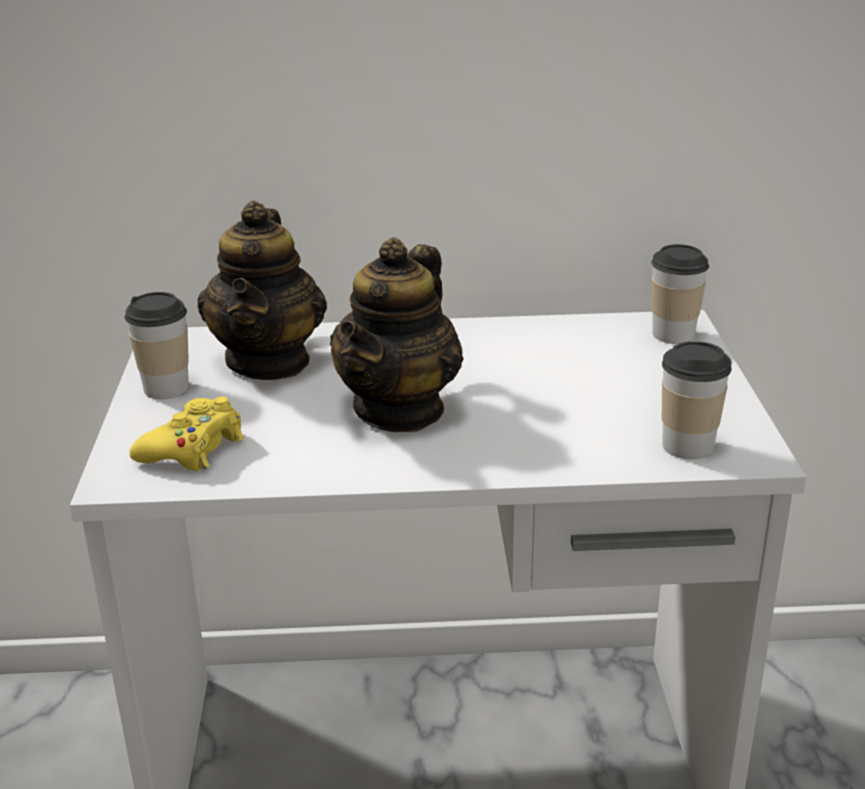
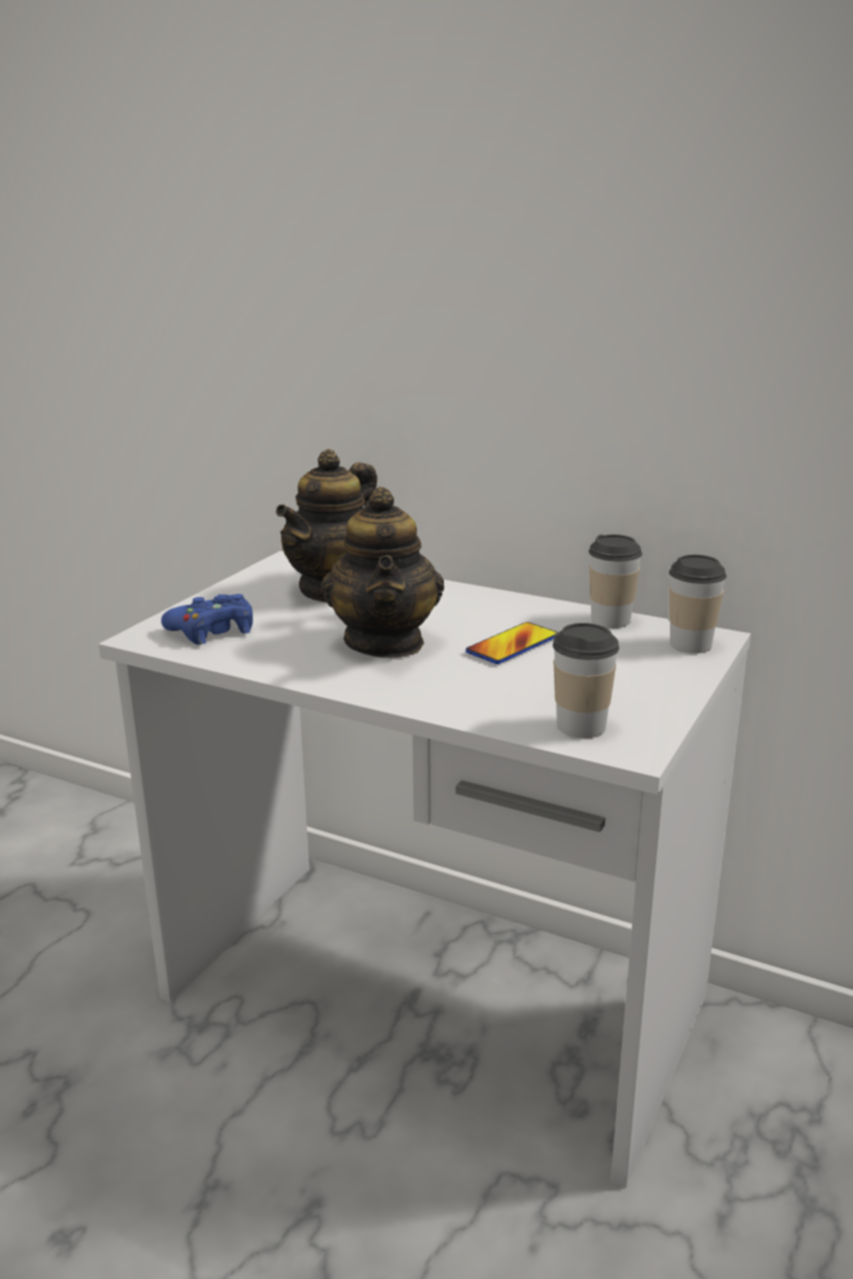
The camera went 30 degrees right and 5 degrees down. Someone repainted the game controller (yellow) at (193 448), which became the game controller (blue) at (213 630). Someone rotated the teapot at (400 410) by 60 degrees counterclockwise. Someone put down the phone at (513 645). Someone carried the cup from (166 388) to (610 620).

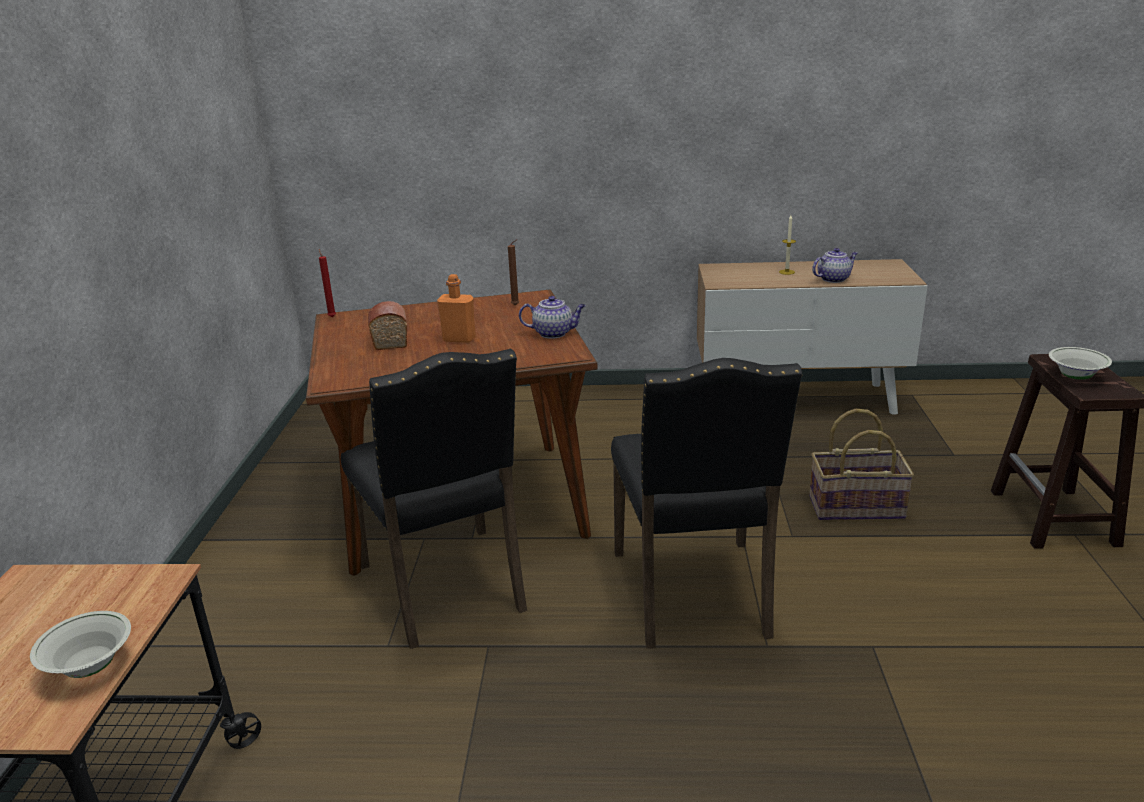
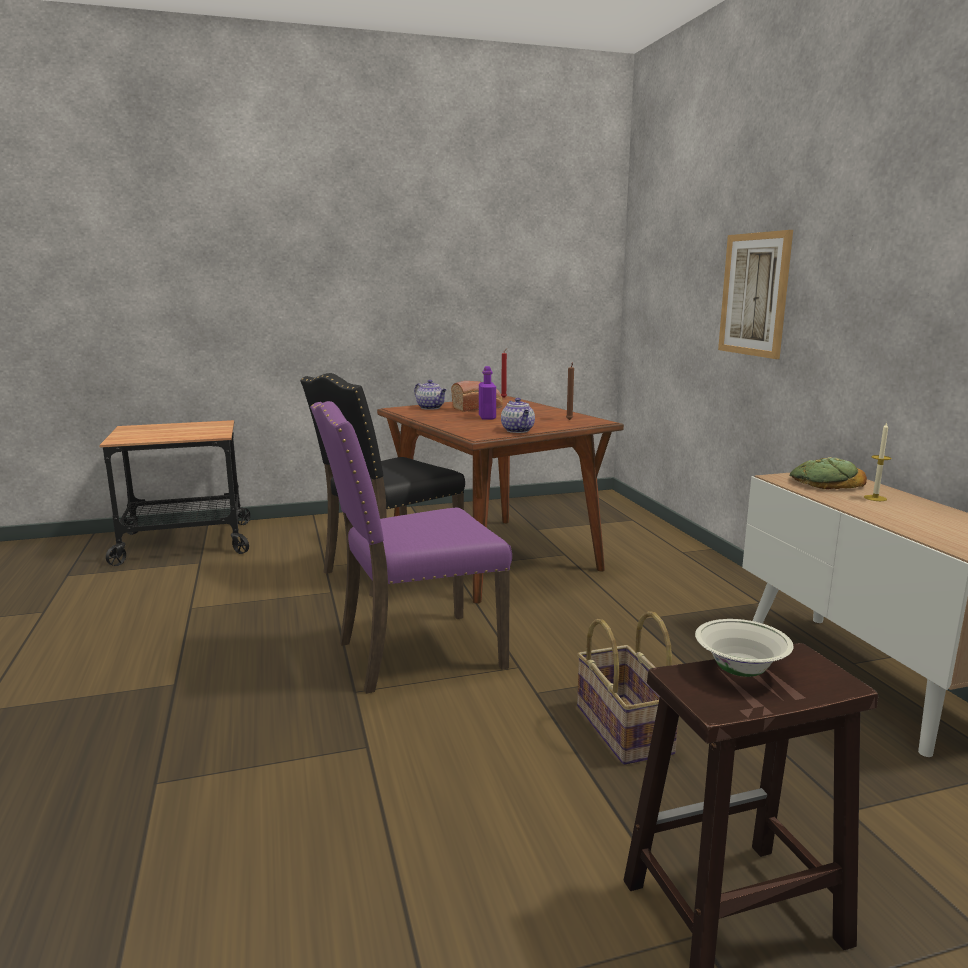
The camera went 70 degrees right and 10 degrees down. Someone repainted the chair (black) at (694 594), which became the chair (purple) at (415 653). Someone carried the teapot from (833 279) to (431 408). Someone repainted the bottle (orange) at (459 339), which became the bottle (purple) at (487 417). Someone put up the picture at (754 294). Someone put down the bread at (825 482). Someone took away the bowl (white) at (90 667).

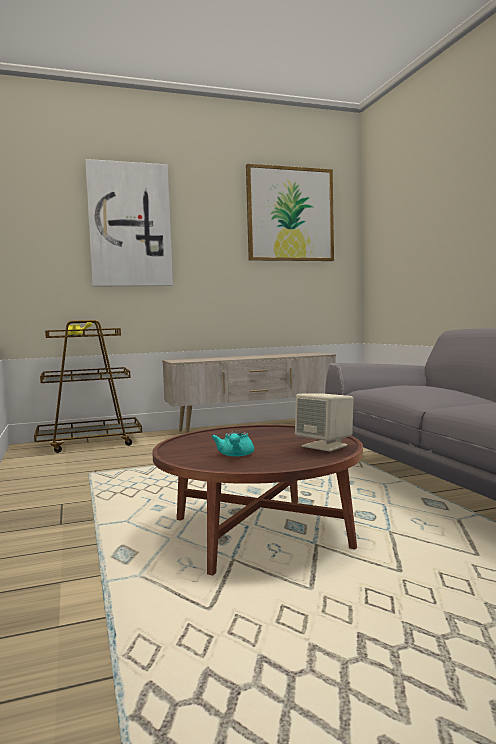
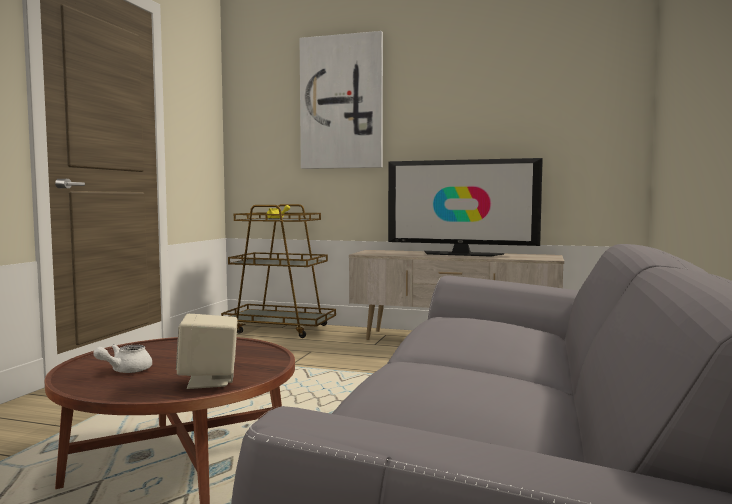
The camera went 35 degrees right and 0 degrees up. Someone repainted the teapot (turquoise) at (235 455), which became the teapot (white) at (125 371). Someone put down the television at (461 254). Someone took away the picture at (290 214).

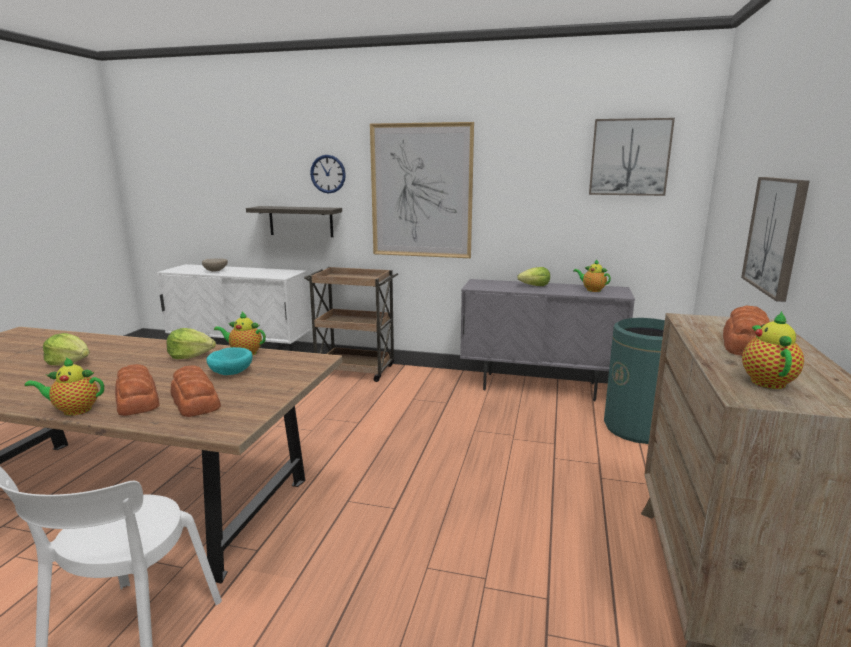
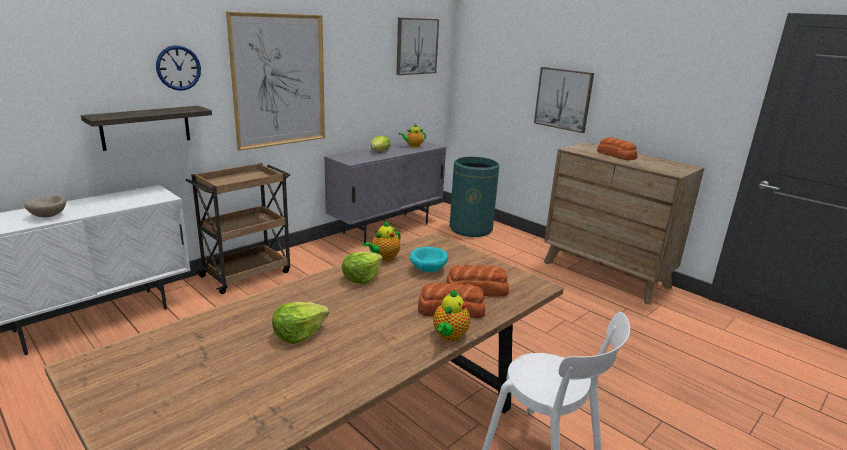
The camera went 60 degrees left and 5 degrees up. Someone took away the teapot at (766 381).

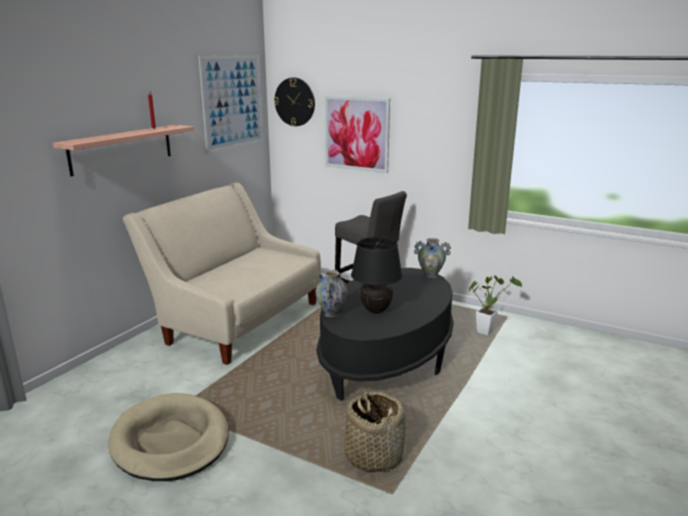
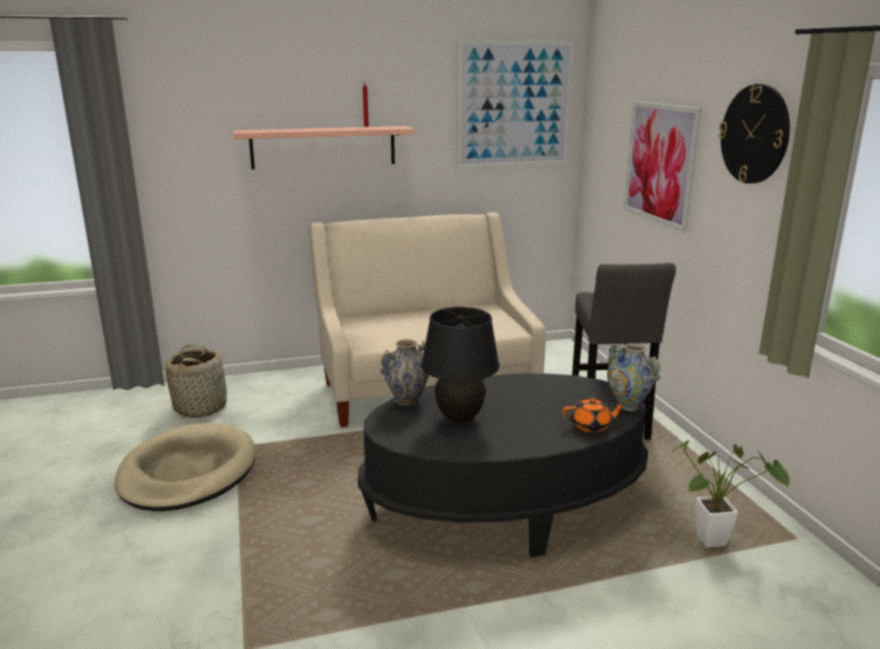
The camera went 45 degrees right and 0 degrees up. Someone carried the basket from (373 456) to (201 407). Someone put down the teapot (orange) at (591 426). Someone carried the wall clock from (295 102) to (755 134).

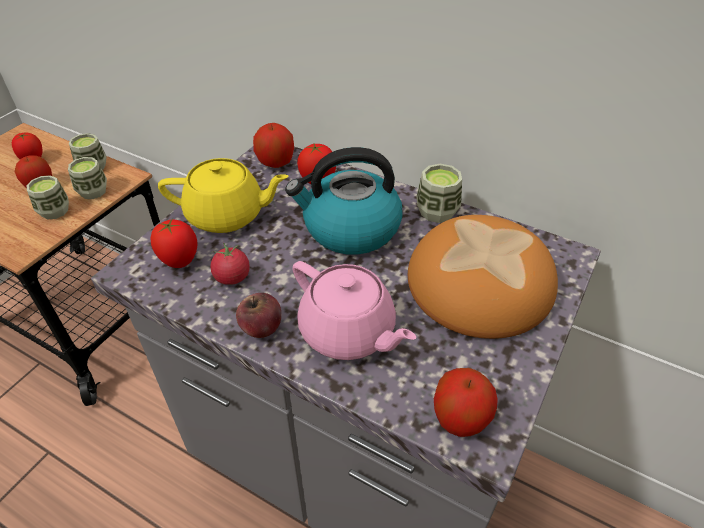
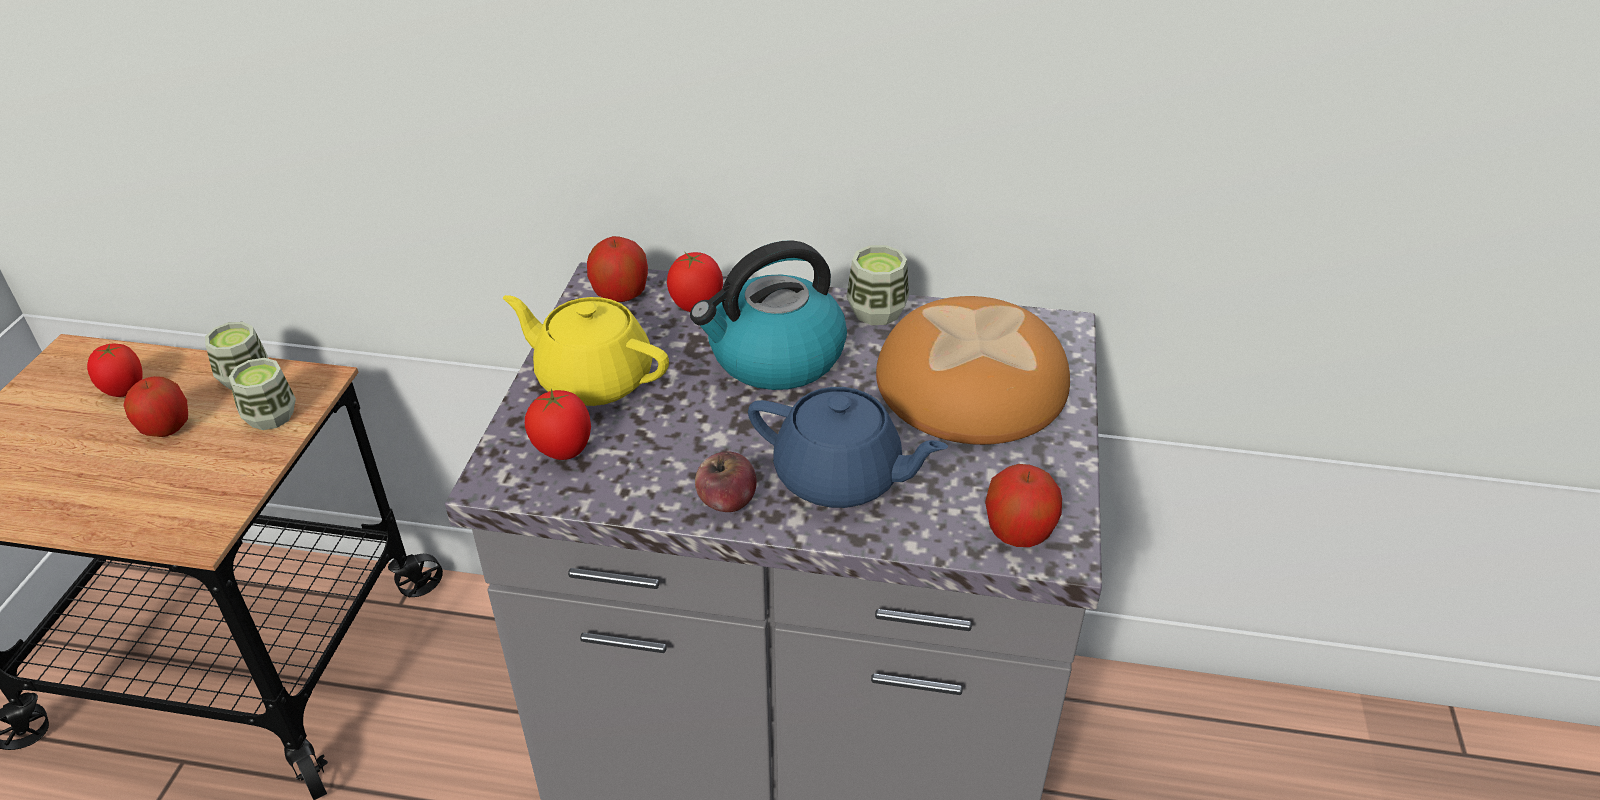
The camera went 20 degrees left and 5 degrees down. Someone rotated the teapot (yellow) at (227 215) by 135 degrees counterclockwise. Someone repainted the teapot (pink) at (348 332), which became the teapot (blue) at (840 478). Someone took away the cup at (54 211). Someone took away the tomato at (232 277).

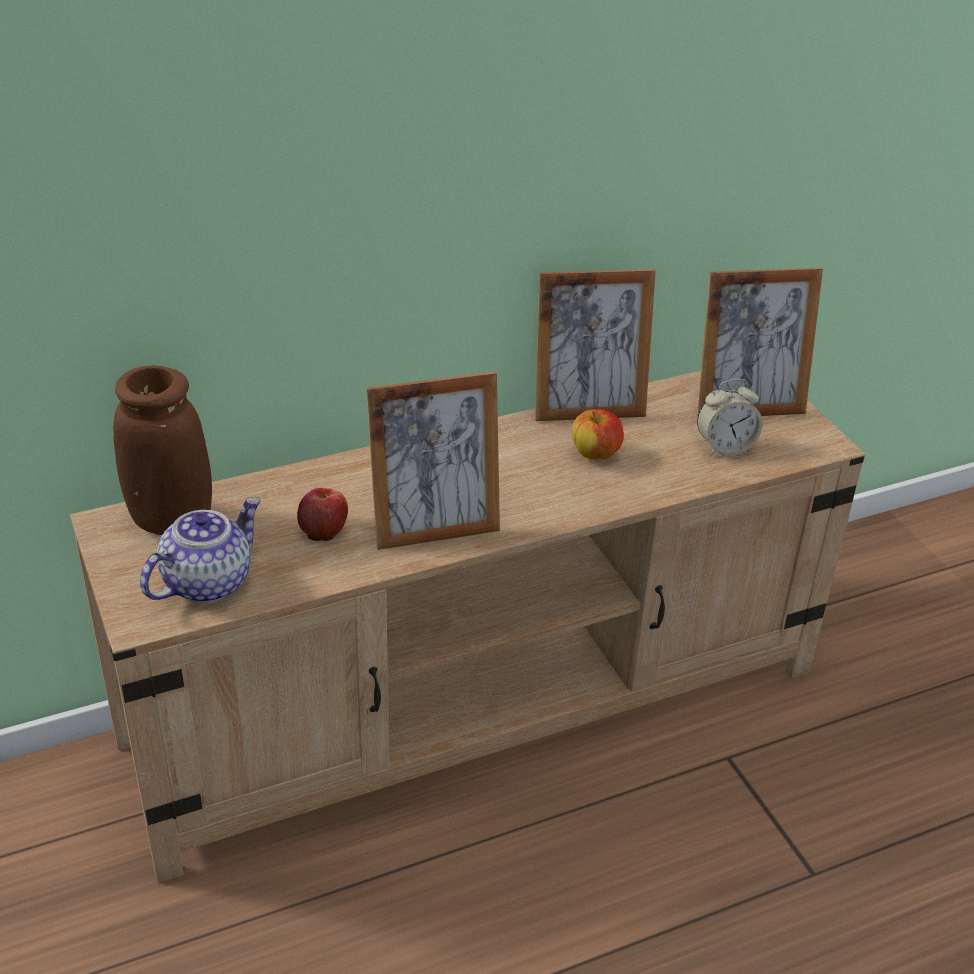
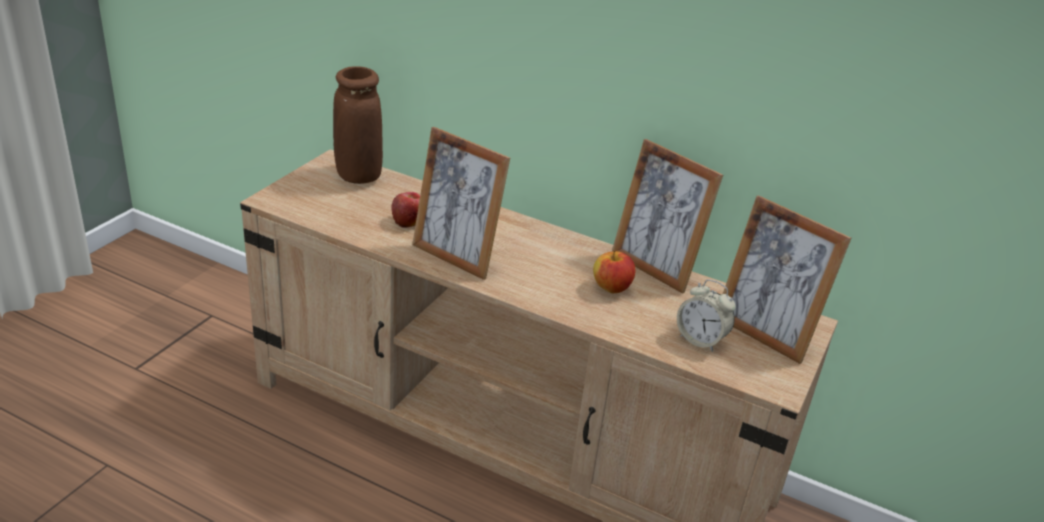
The camera went 50 degrees right and 5 degrees down. Someone took away the teapot at (207 581).

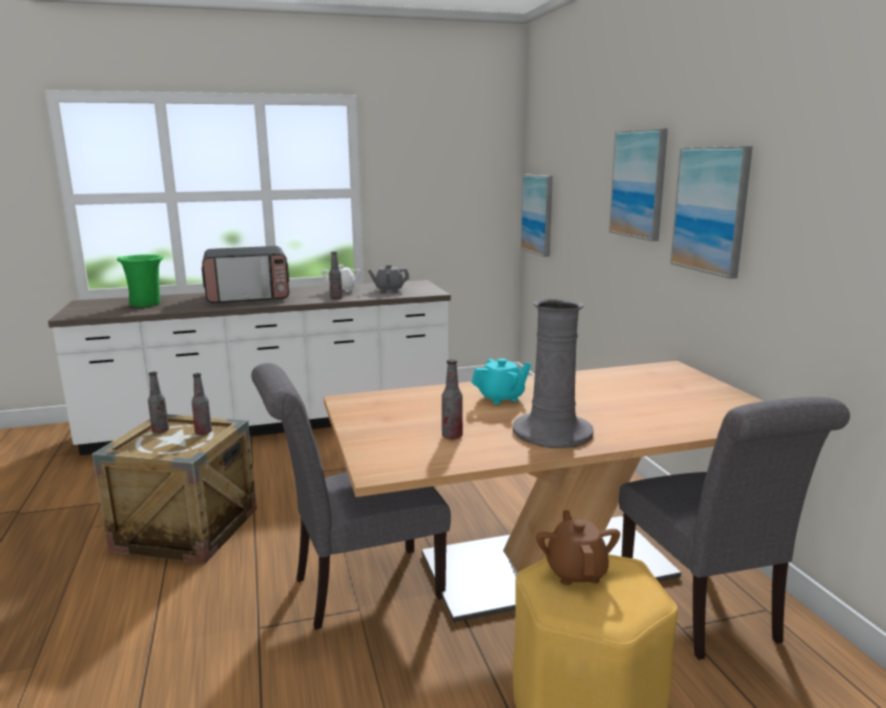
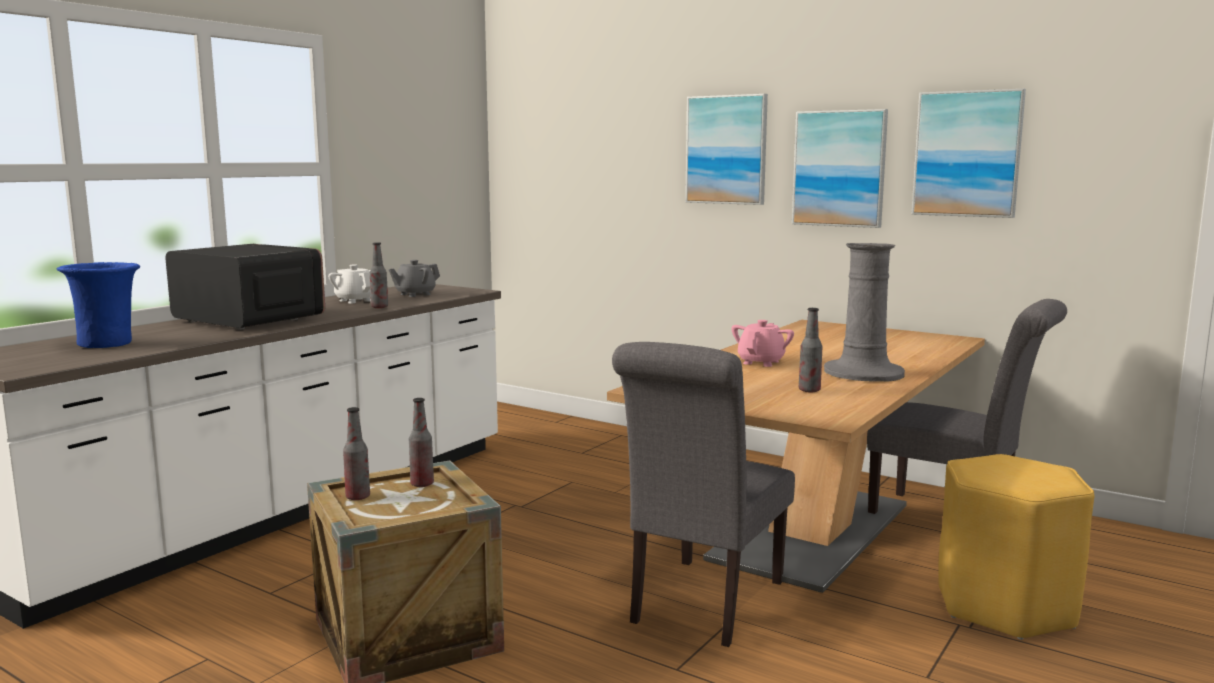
The camera went 40 degrees left and 5 degrees down. Someone repainted the vase (green) at (147 304), which became the vase (blue) at (107 343). Someone rotated the microwave at (249 297) by 90 degrees counterclockwise. Someone repainted the teapot (turquoise) at (501 398), which became the teapot (pink) at (761 362). Someone carried the picture from (538 214) to (967 154). Someone took away the teapot (brown) at (576 572).

